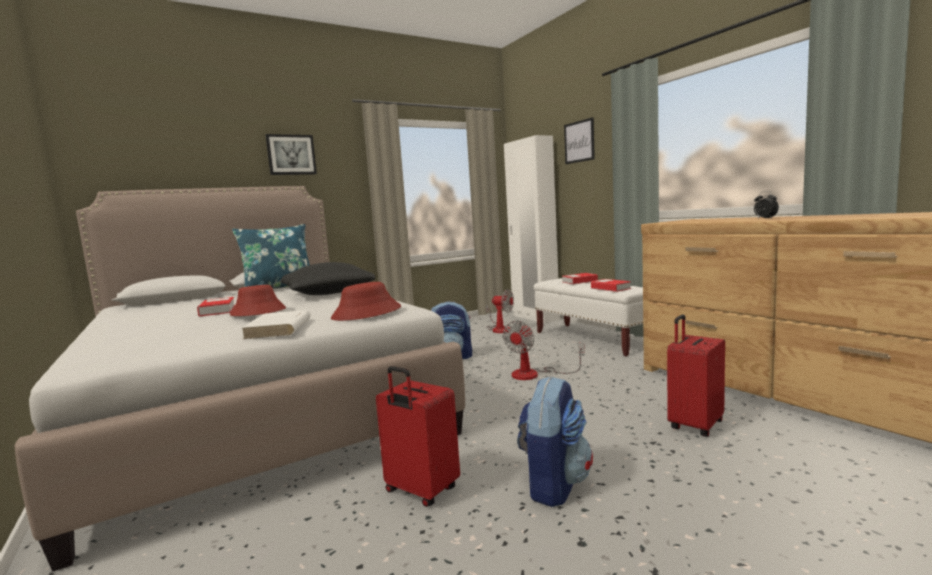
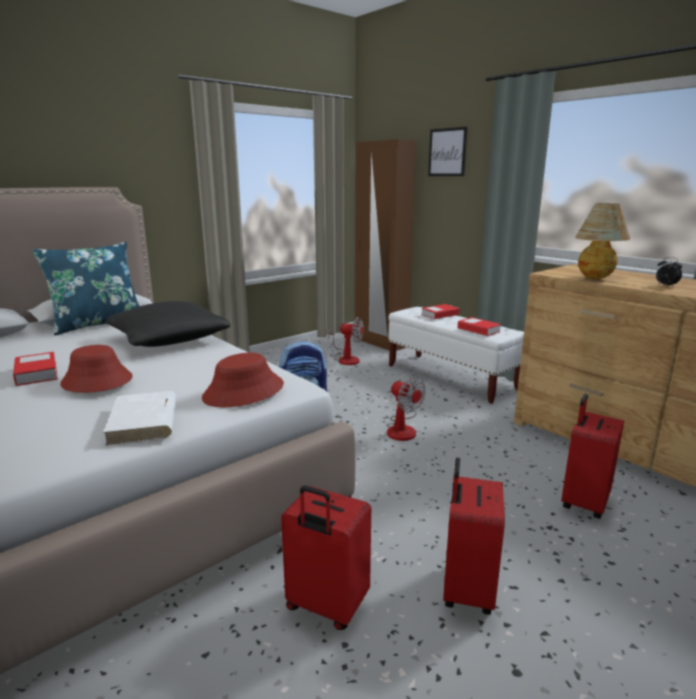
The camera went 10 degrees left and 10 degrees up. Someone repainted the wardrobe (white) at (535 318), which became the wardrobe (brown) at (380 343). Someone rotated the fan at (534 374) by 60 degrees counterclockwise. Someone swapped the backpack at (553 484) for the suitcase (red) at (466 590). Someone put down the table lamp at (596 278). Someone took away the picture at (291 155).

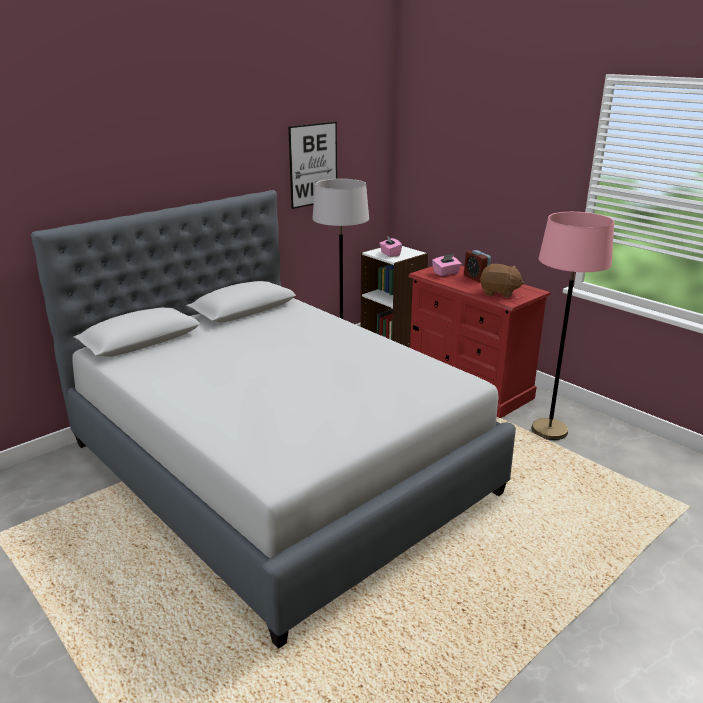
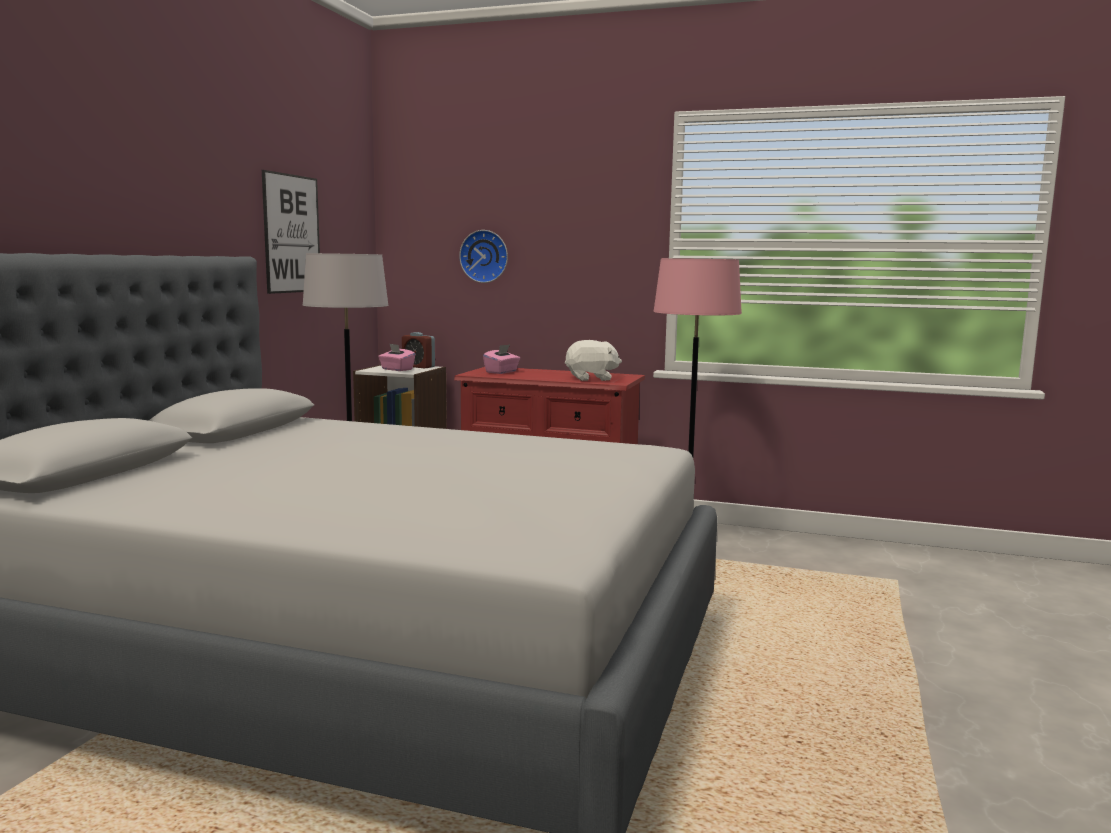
The camera went 30 degrees left and 15 degrees down. Someone carried the alarm clock from (476 278) to (418 366). Someone put up the wall clock at (485 256). Someone repainted the plush toy (brown) at (499 293), which became the plush toy (white) at (591 378).

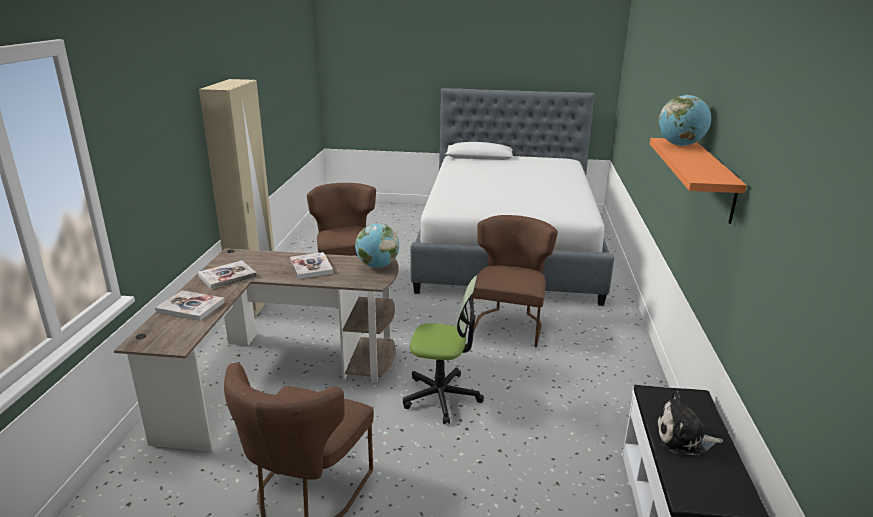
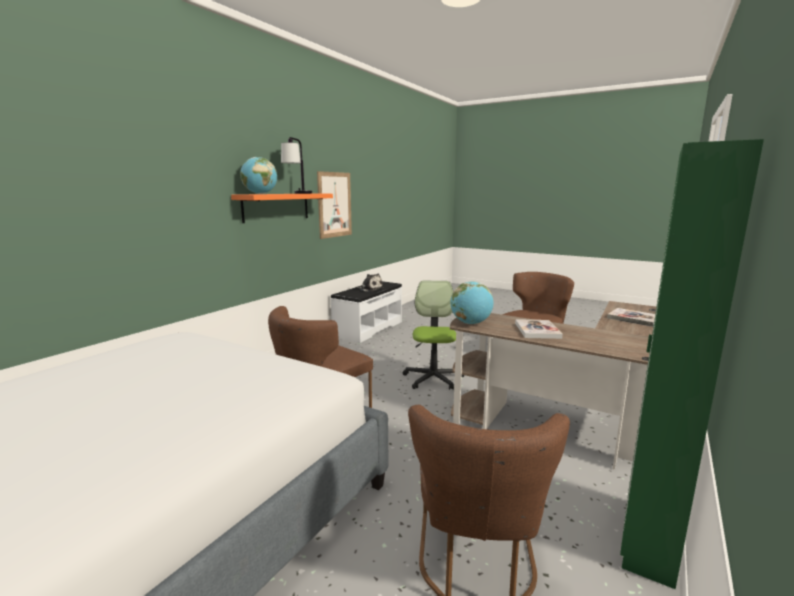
The camera went 155 degrees left and 10 degrees down. Someone put down the table lamp at (298 193). Someone put up the picture at (334 204). Someone rotated the office chair at (441 397) by 60 degrees clockwise. Someone repainted the wardrobe (beige) at (256 302), which became the wardrobe (green) at (647 538). Someone took away the book at (227 276).

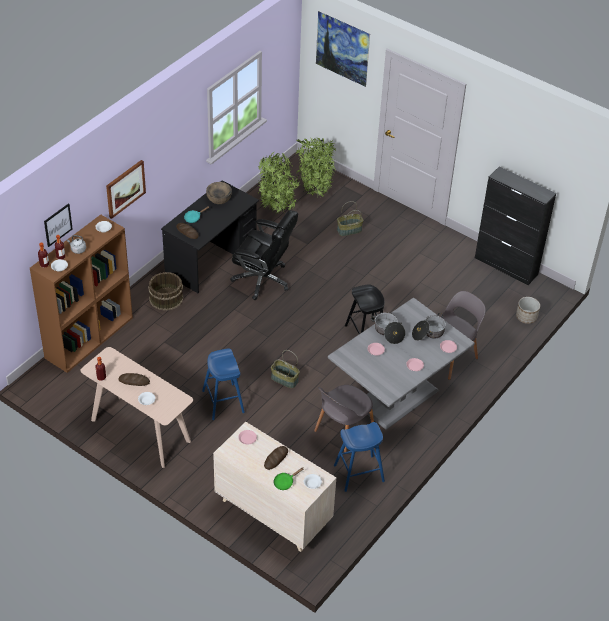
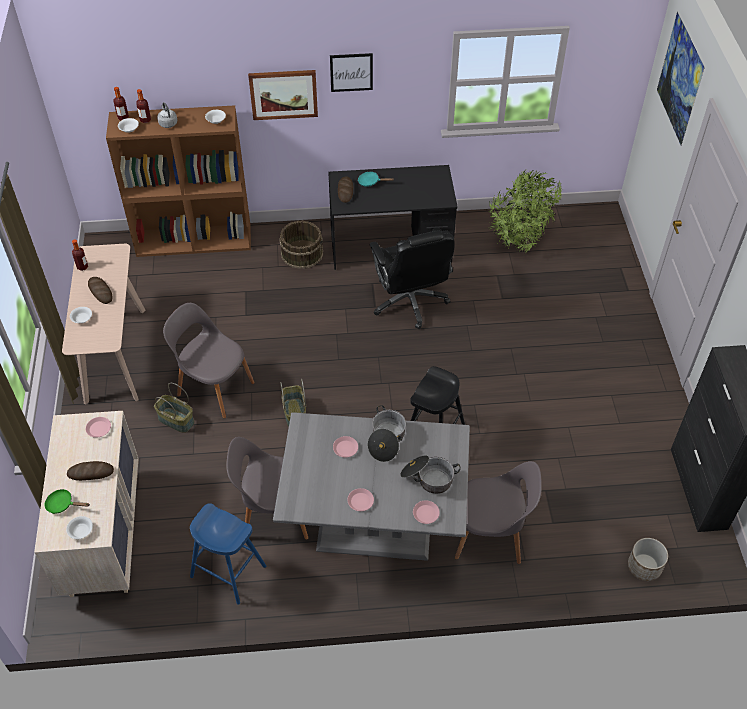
The camera went 50 degrees right and 5 degrees up. Someone carried the basket from (349 230) to (175 420). Someone swapped the stool (blue) at (223 401) for the chair (grey) at (214 387). Someone carried the picture from (58 225) to (351 72). Someone took away the bowl (brown) at (219 198). Someone took away the potted plant at (315 189).

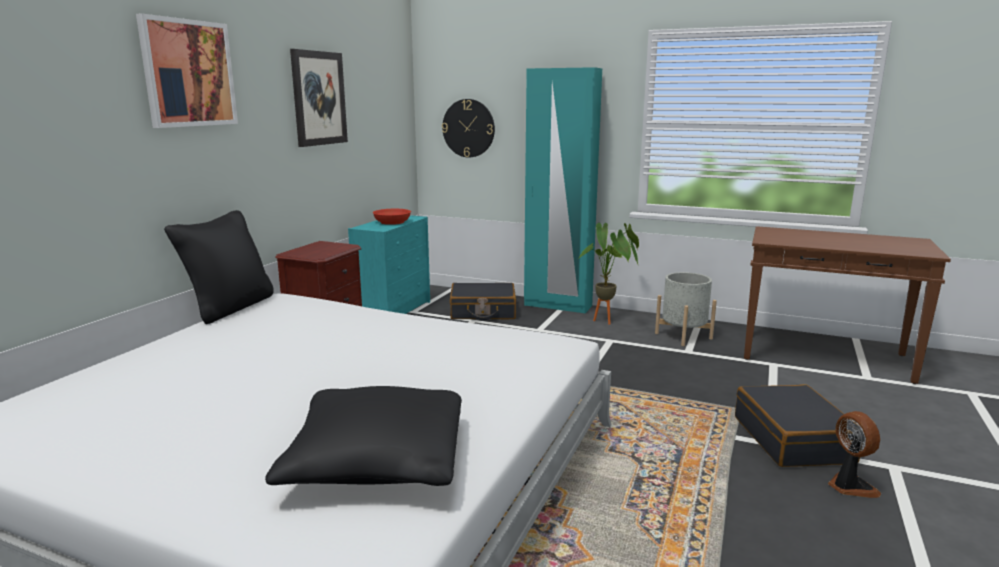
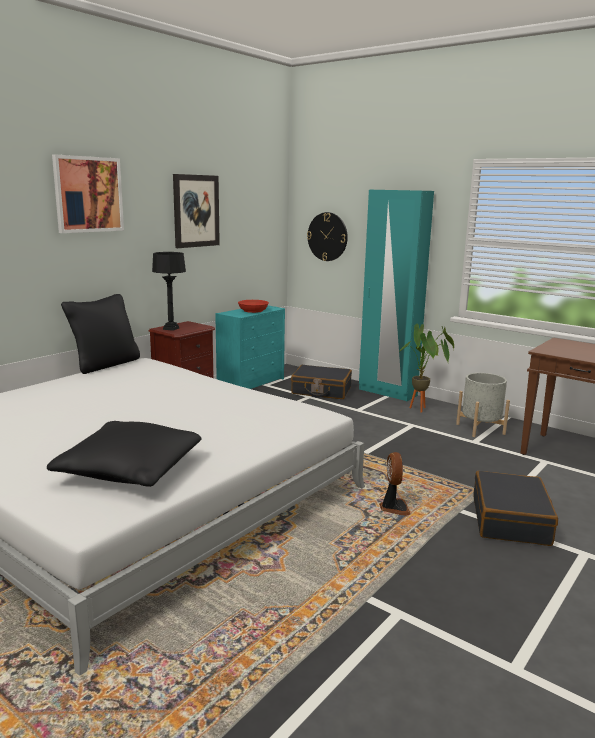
The camera went 15 degrees right and 0 degrees up. Someone put down the table lamp (black) at (171 328). Someone carried the fan from (849 486) to (393 508).

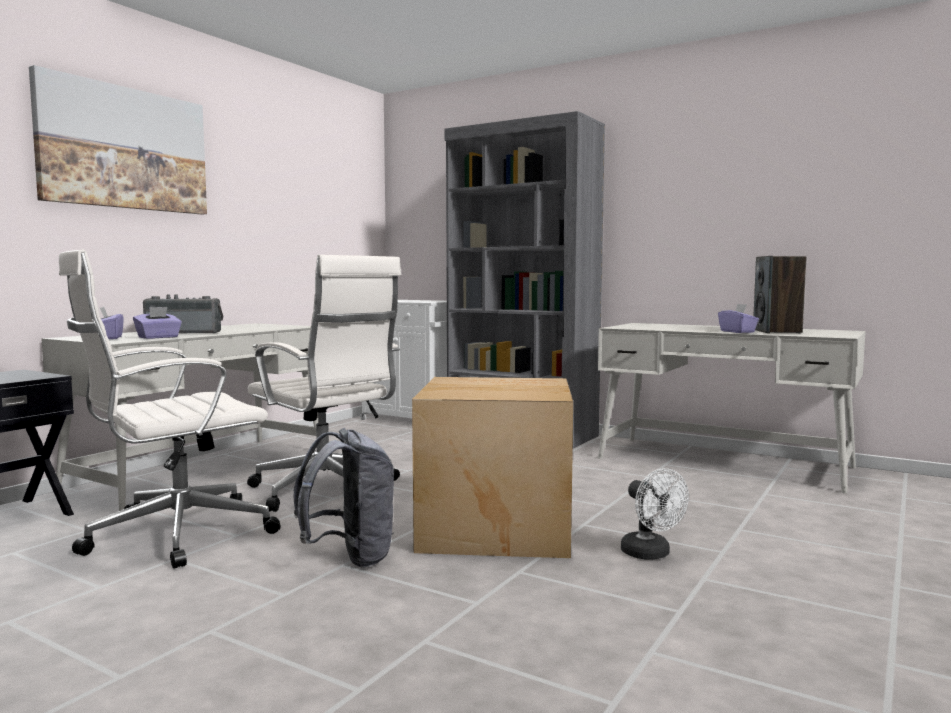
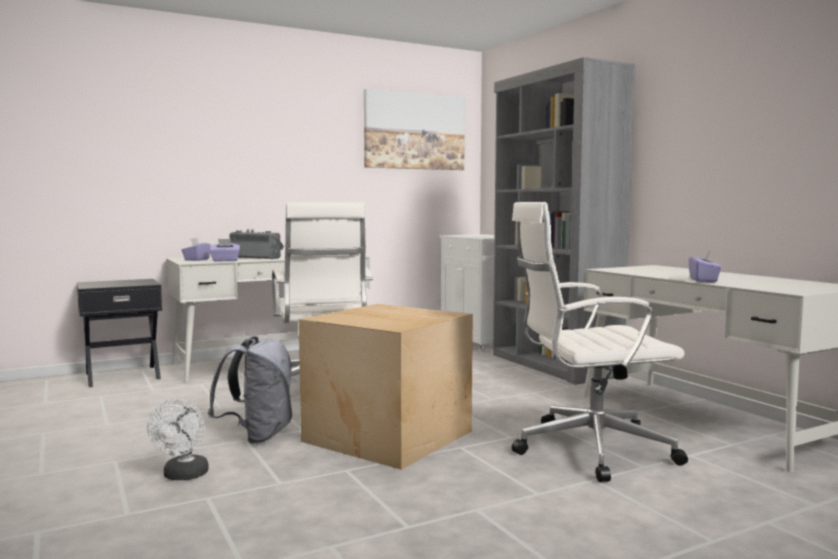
The camera went 30 degrees right and 0 degrees up. Someone carried the fan (white) from (651 554) to (183 476). Someone carried the picture from (124 148) to (414 131). Someone carried the office chair (white) from (174 534) to (588 449). Someone took away the speaker at (777 331).

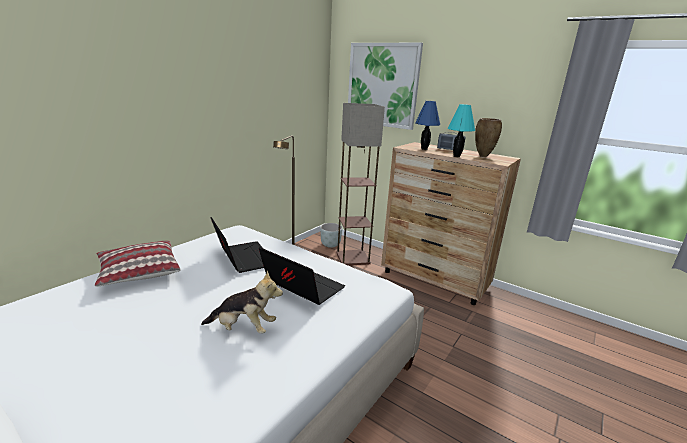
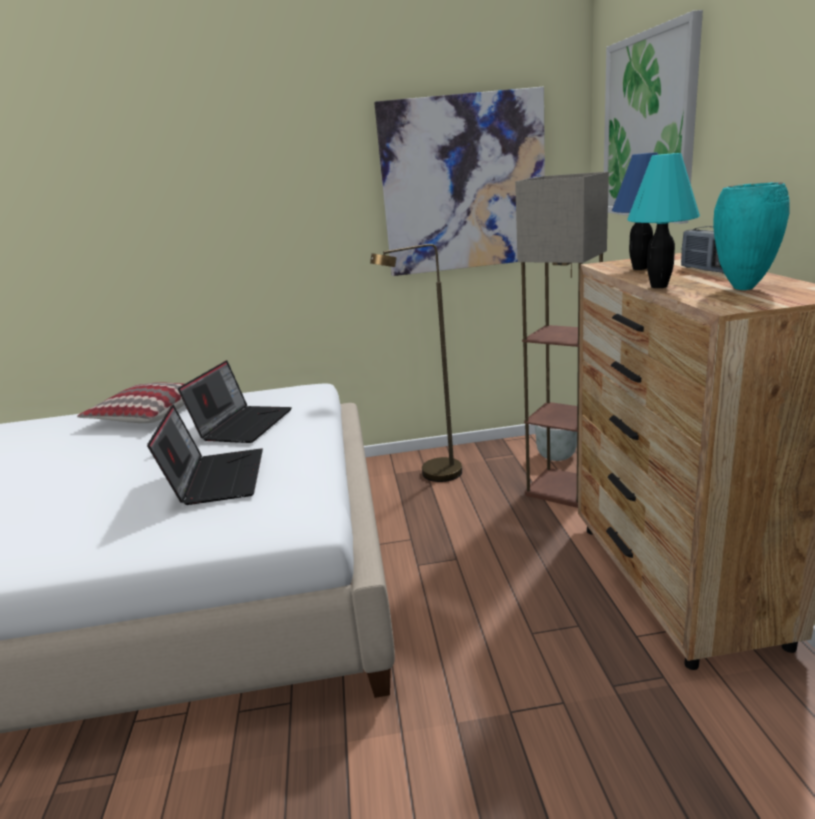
The camera went 50 degrees right and 0 degrees up. Someone put up the picture at (463 184). Someone repainted the vase (brown) at (482 156), which became the vase (turquoise) at (741 288). Someone took away the plush toy at (243 328).

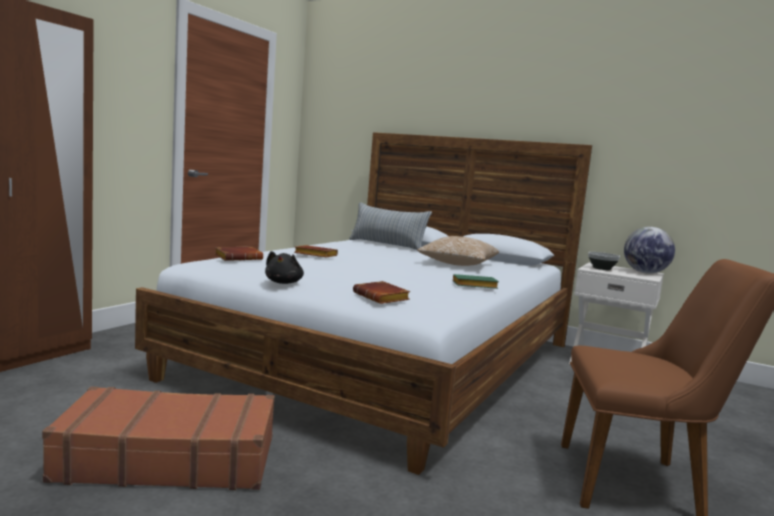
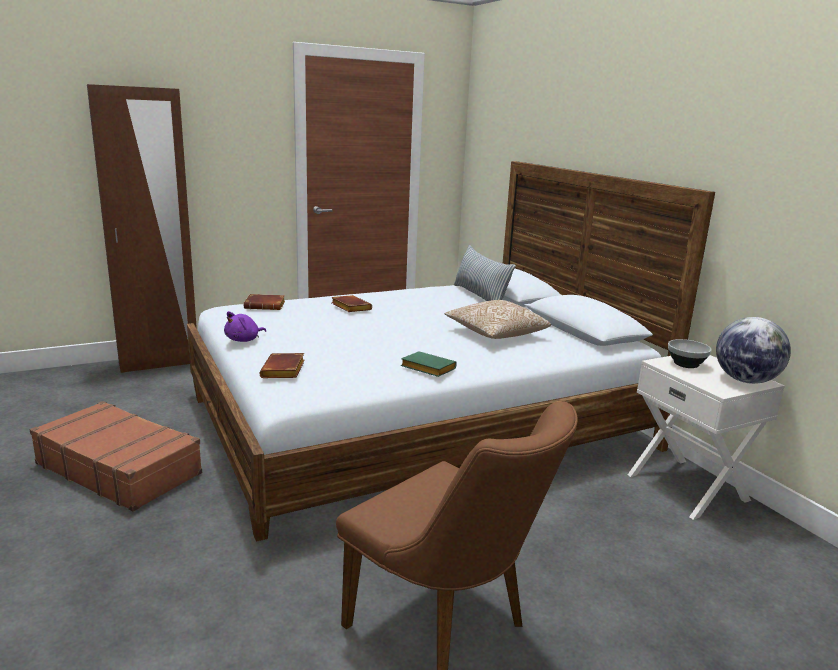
The camera went 35 degrees right and 10 degrees up. Someone repainted the plush toy (black) at (284 283), which became the plush toy (purple) at (244 340).

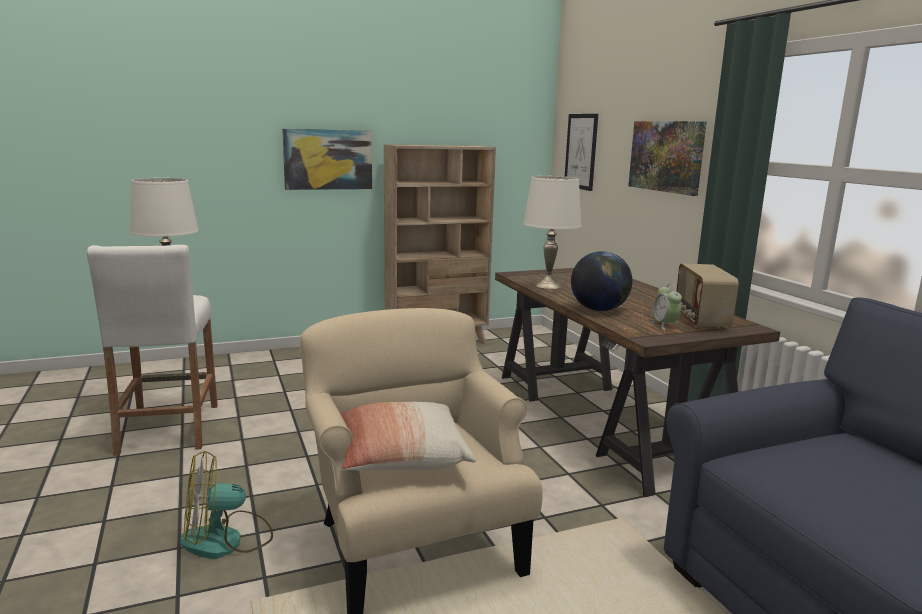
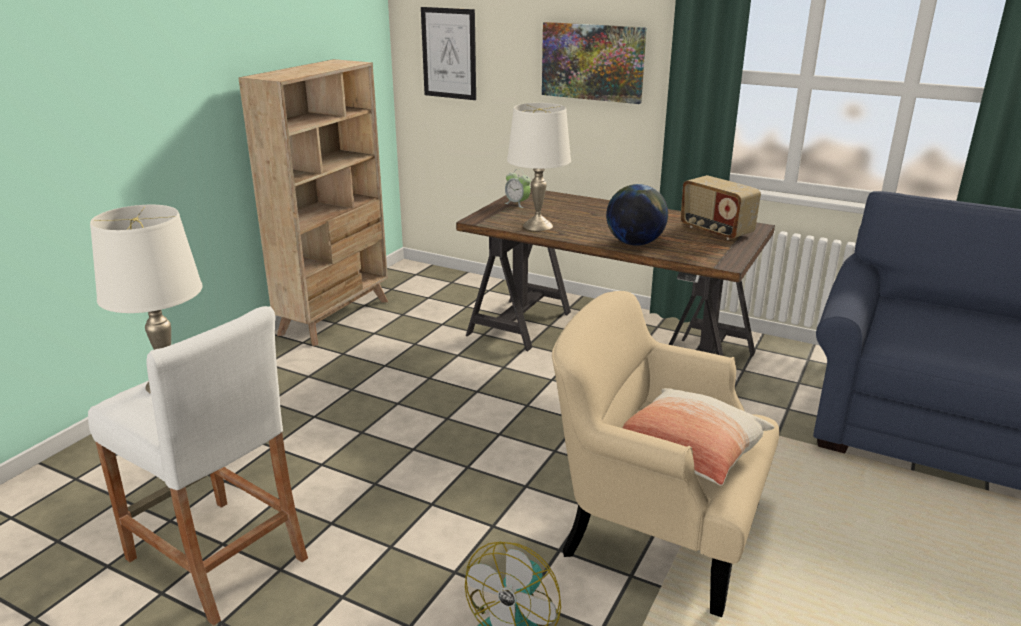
The camera went 40 degrees left and 10 degrees up. Someone carried the alarm clock from (664 325) to (517 204). Someone took away the picture at (328 159).

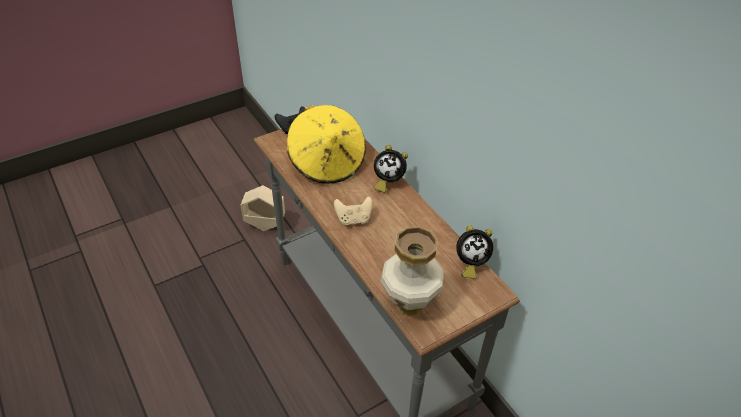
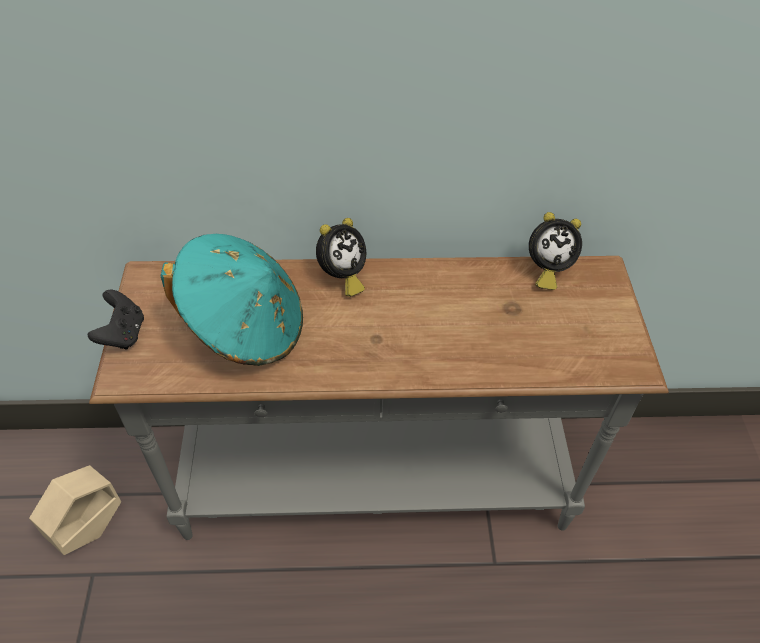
The camera went 60 degrees left and 5 degrees up. Someone repainted the hat (yellow) at (327 163), which became the hat (turquoise) at (245 327). Someone rotated the alarm clock at (470 264) by 60 degrees clockwise. Someone took away the game controller (beige) at (353 219). Someone took away the vase at (408 303).

